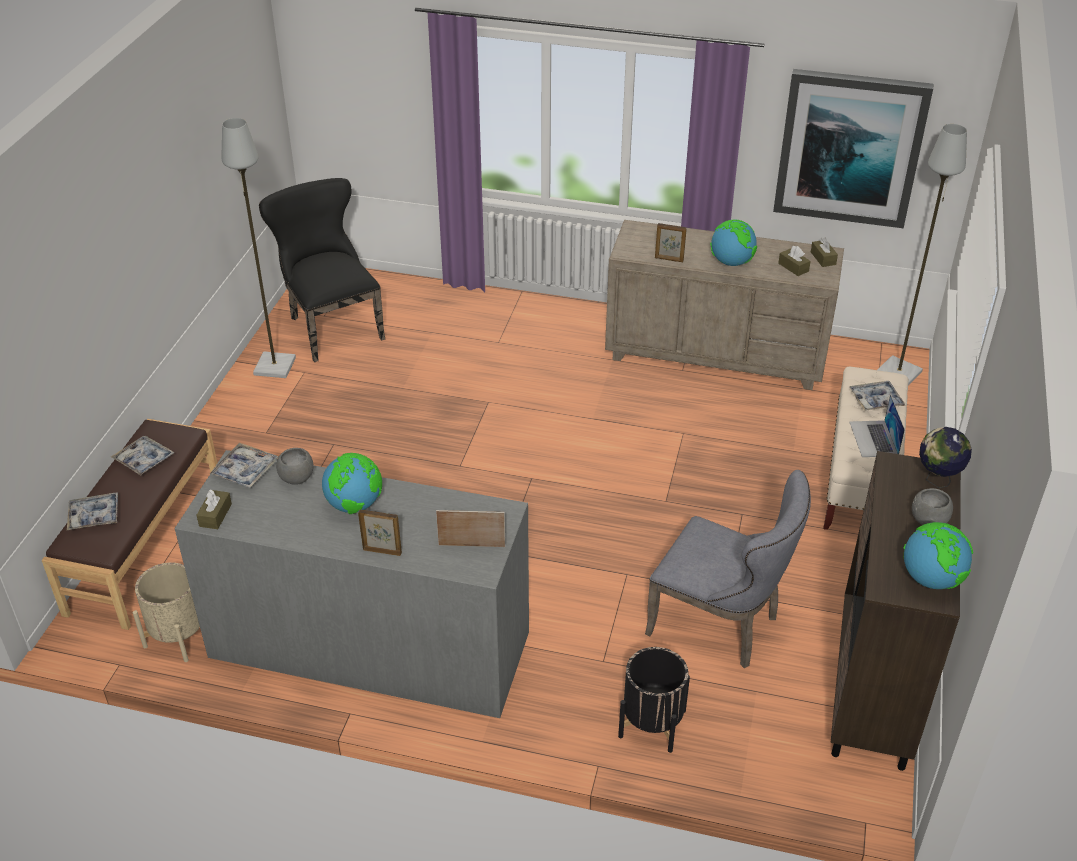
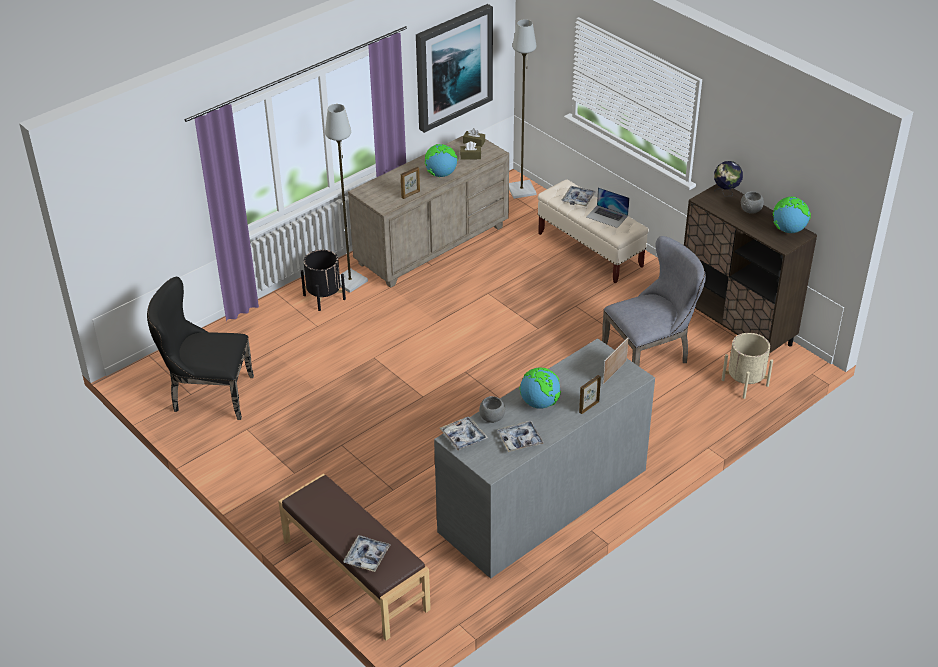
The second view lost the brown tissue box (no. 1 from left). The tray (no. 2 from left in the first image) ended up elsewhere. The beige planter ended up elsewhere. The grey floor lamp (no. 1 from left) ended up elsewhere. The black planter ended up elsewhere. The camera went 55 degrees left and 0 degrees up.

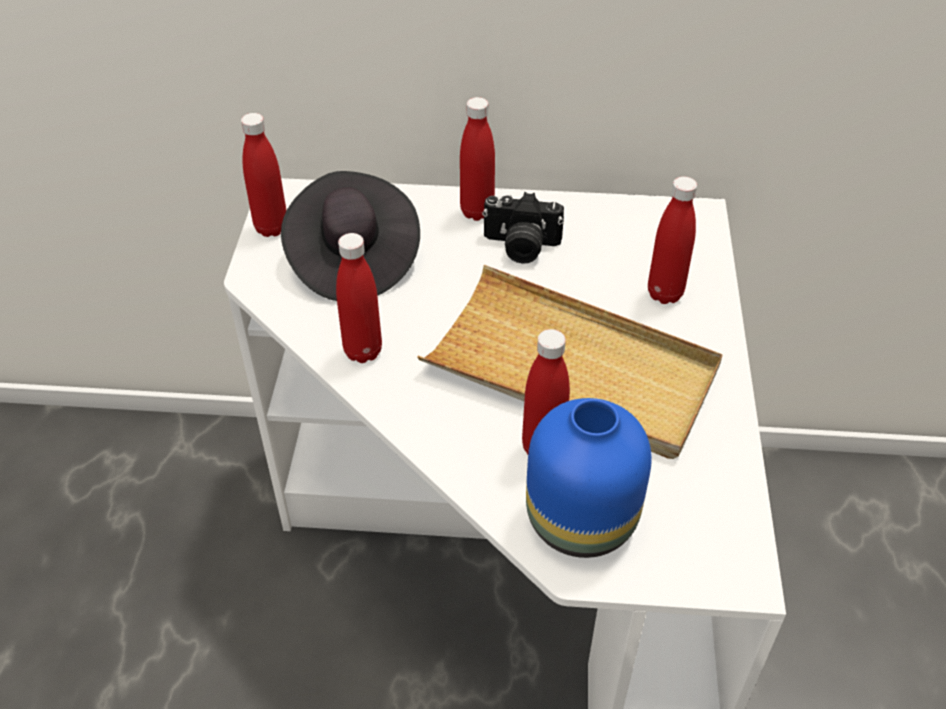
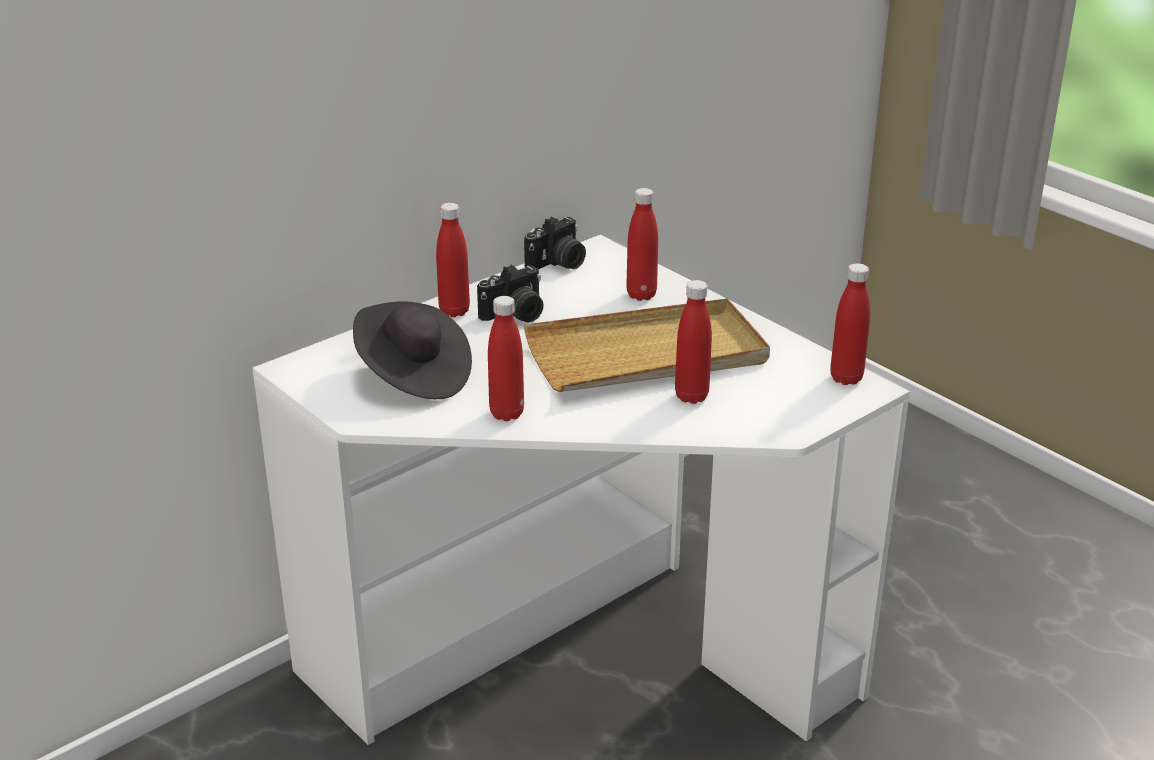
The second view lost the blue vase. The second view gained the photo camera (no. 2 from left). The red bottle (no. 1 from left in the first image) ended up elsewhere. The camera went 45 degrees left and 15 degrees down.

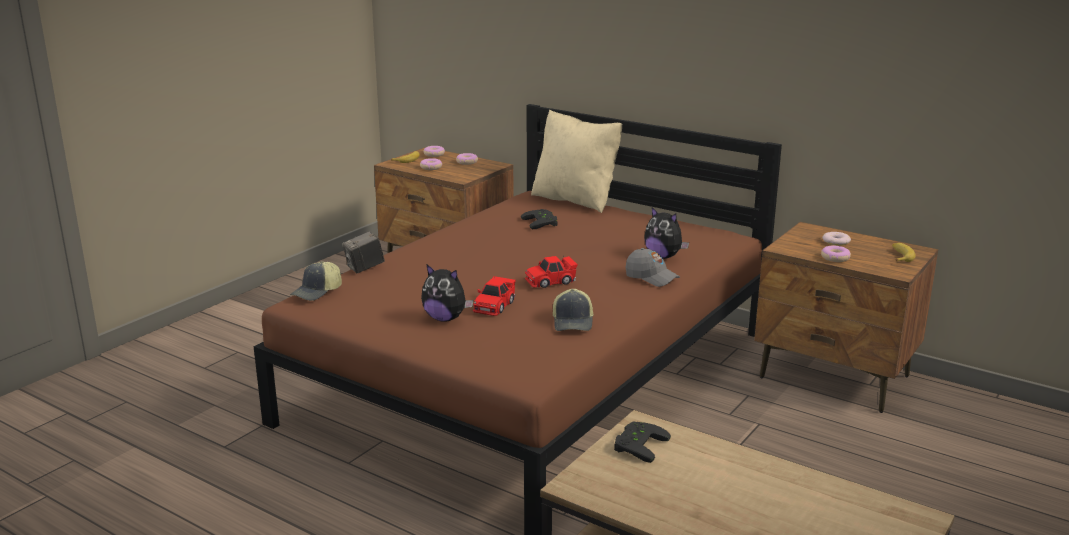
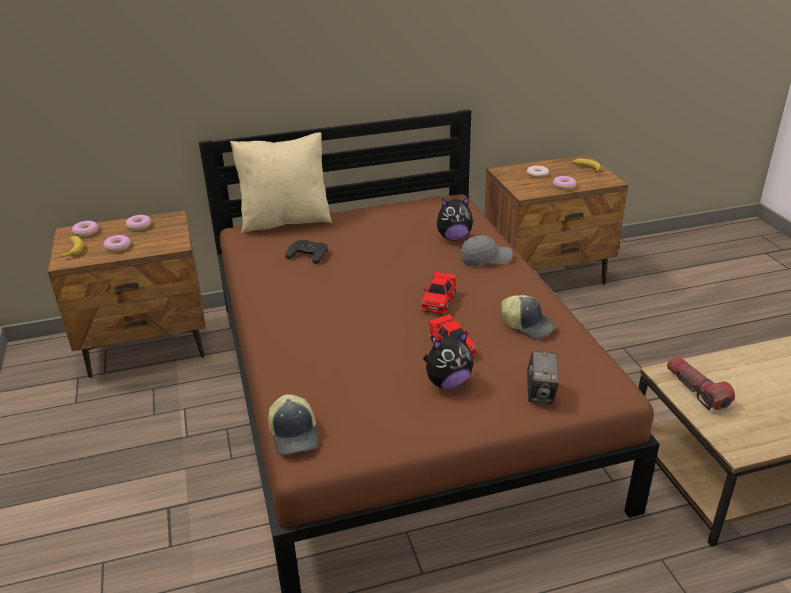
The photo camera ended up elsewhere. Where the black game controller (no. 2 from left) stood, the flashlight came to stand. The camera went 50 degrees left and 10 degrees up.

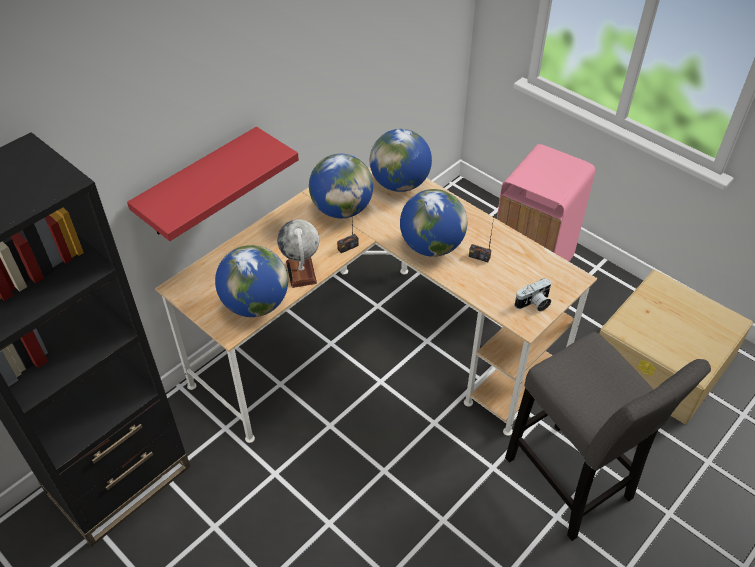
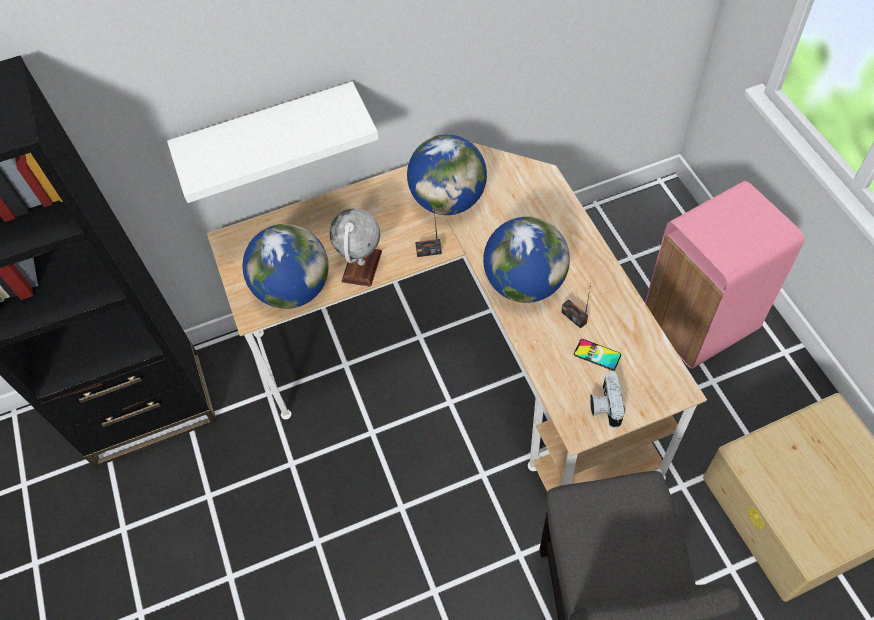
The second view lost the globe (no. 4 from left). The second view gained the phone. What was the red shelf turned into the white shelf. The photo camera ended up facing another way, 90 degrees clockwise from before. The camera went 30 degrees right and 10 degrees up.

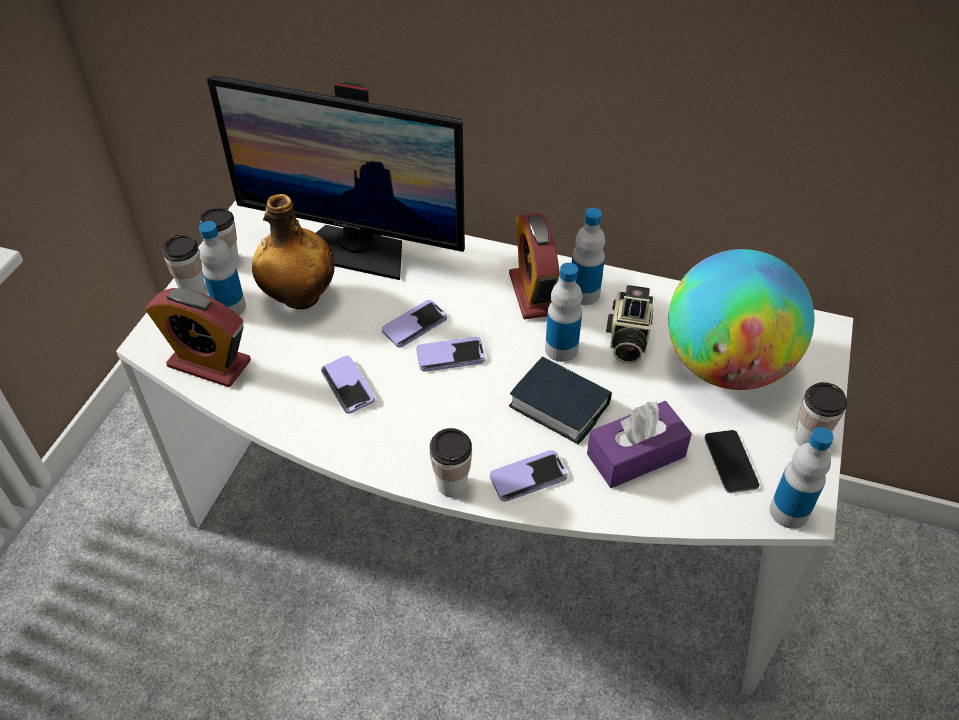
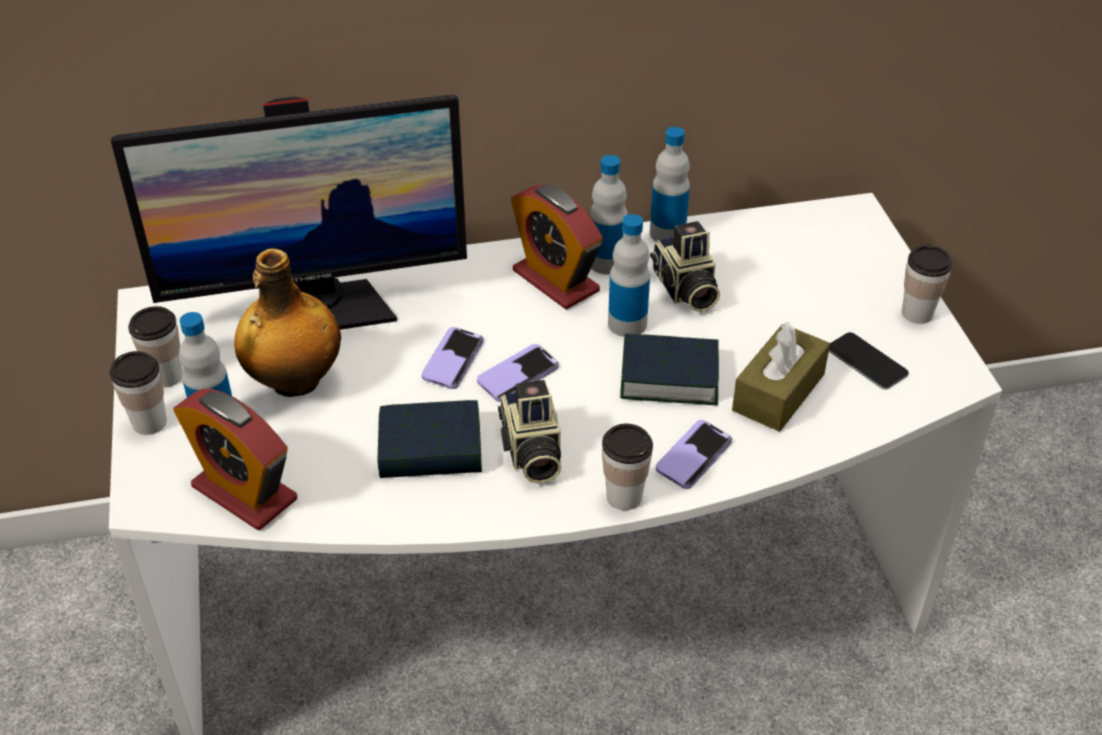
The second view lost the globe. The second view gained the photo camera (no. 1 from left). The bottle (no. 5 from left) ended up elsewhere. Where the phone (no. 1 from left) stood, the book (no. 1 from left) came to stand. What was the purple tissue box turned into the brown tissue box. The alarm clock (no. 1 from left) ended up facing another way, 45 degrees clockwise from before. The camera went 30 degrees left and 5 degrees down.

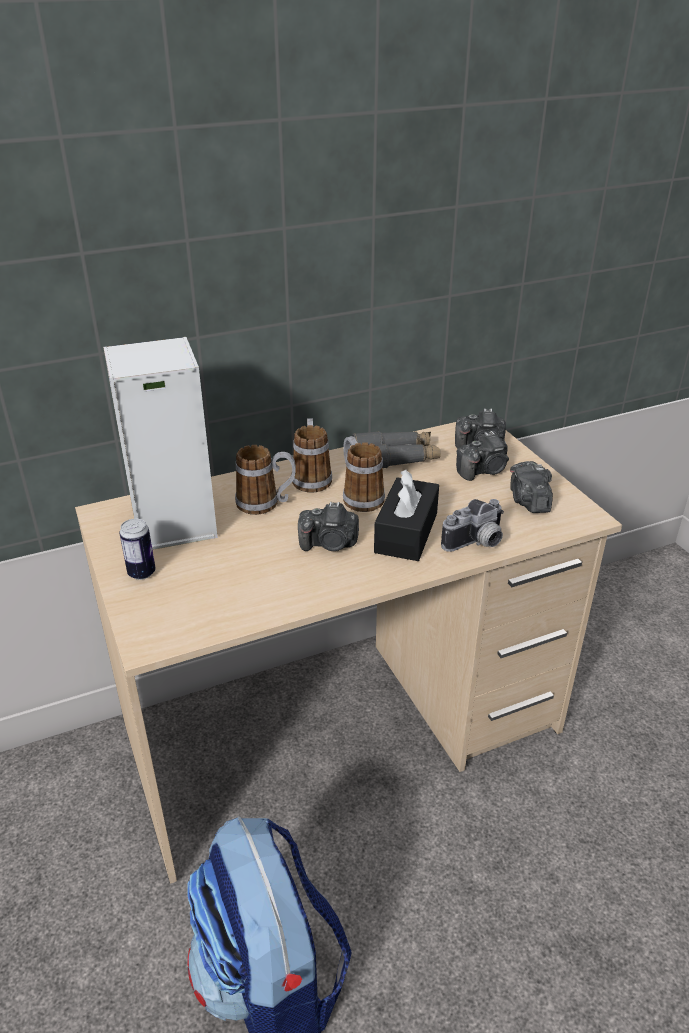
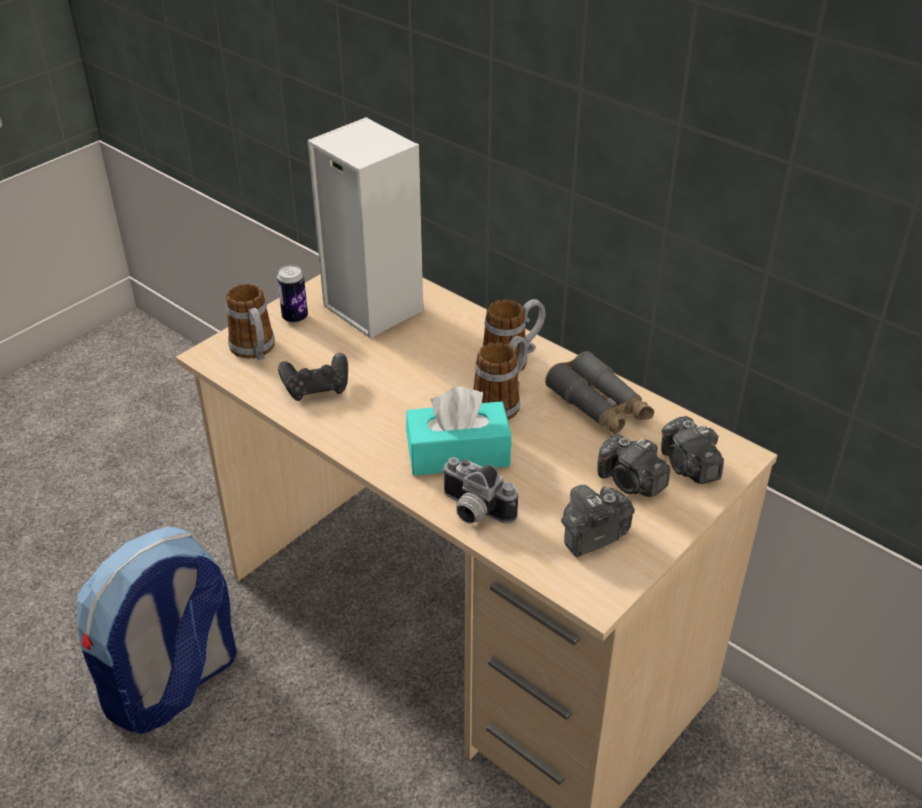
The second view lost the photo camera (no. 1 from left). The second view gained the black game controller. The mug (no. 1 from left) ended up elsewhere. What was the black tissue box turned into the turquoise tissue box. The camera went 65 degrees right and 5 degrees up.

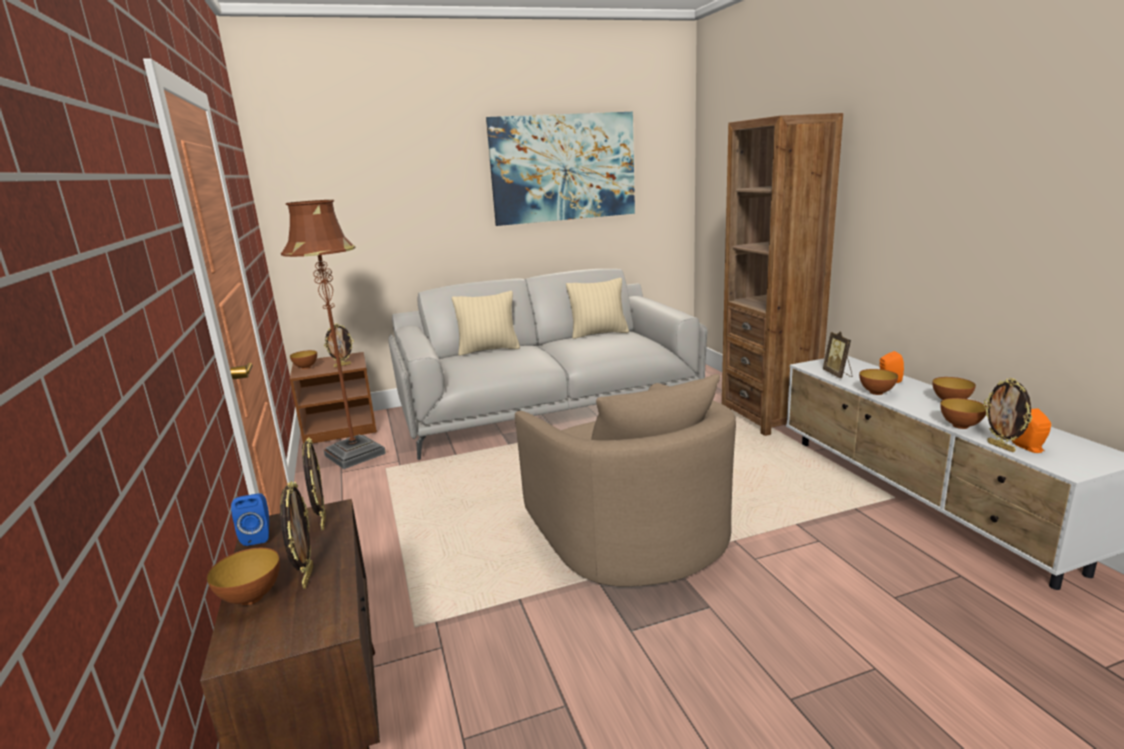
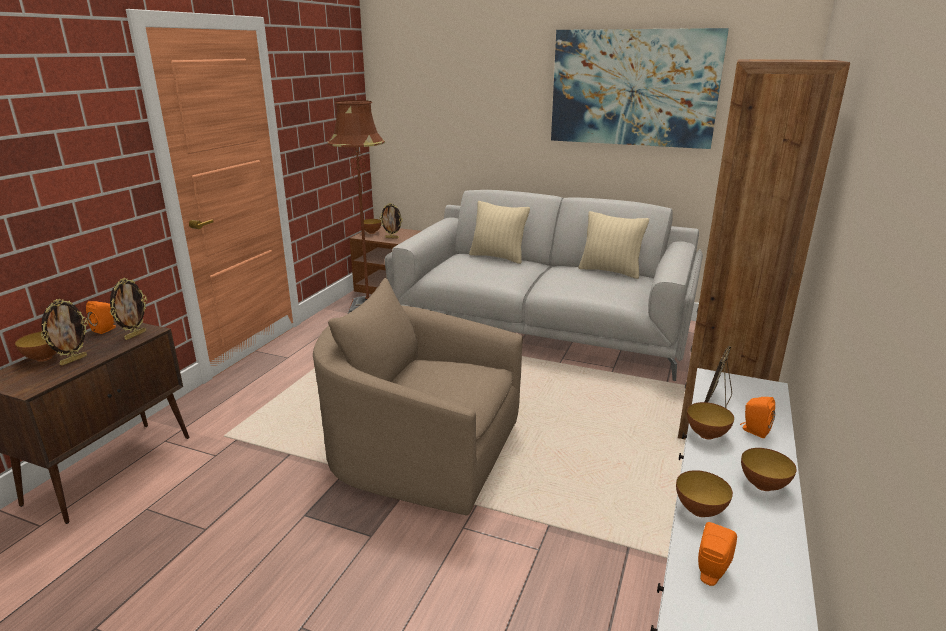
The second view lost the picture frame (no. 5 from left). What was the blue speaker turned into the orange speaker (no. 1 from left). The beige armchair ended up facing another way, 90 degrees clockwise from before. The camera went 40 degrees right and 5 degrees up.

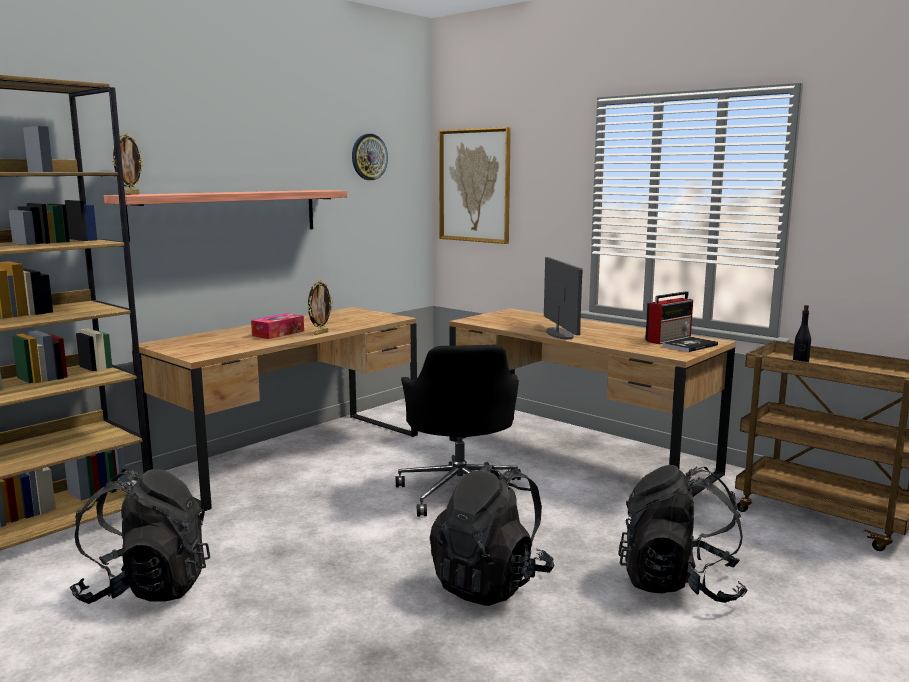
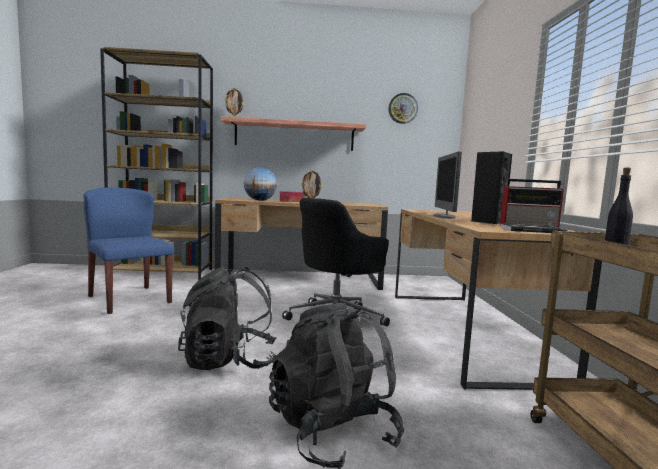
The second view lost the picture. The second view gained the globe. The second view gained the black speaker. Where the black backpack (no. 1 from left) stood, the blue chair came to stand. The monitor ended up facing another way, 150 degrees clockwise from before. The camera went 45 degrees right and 5 degrees down.

